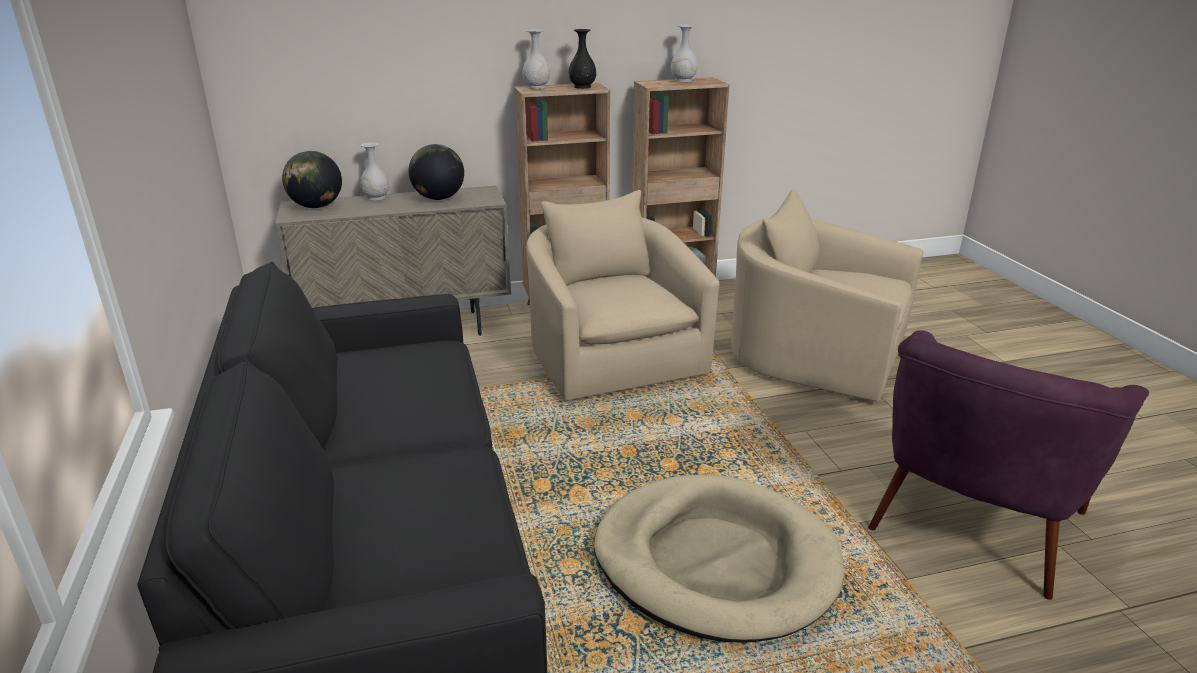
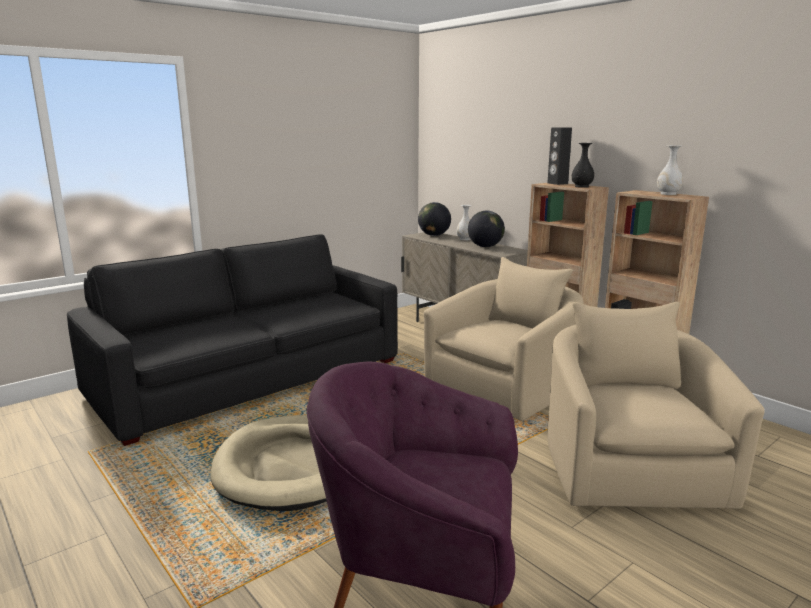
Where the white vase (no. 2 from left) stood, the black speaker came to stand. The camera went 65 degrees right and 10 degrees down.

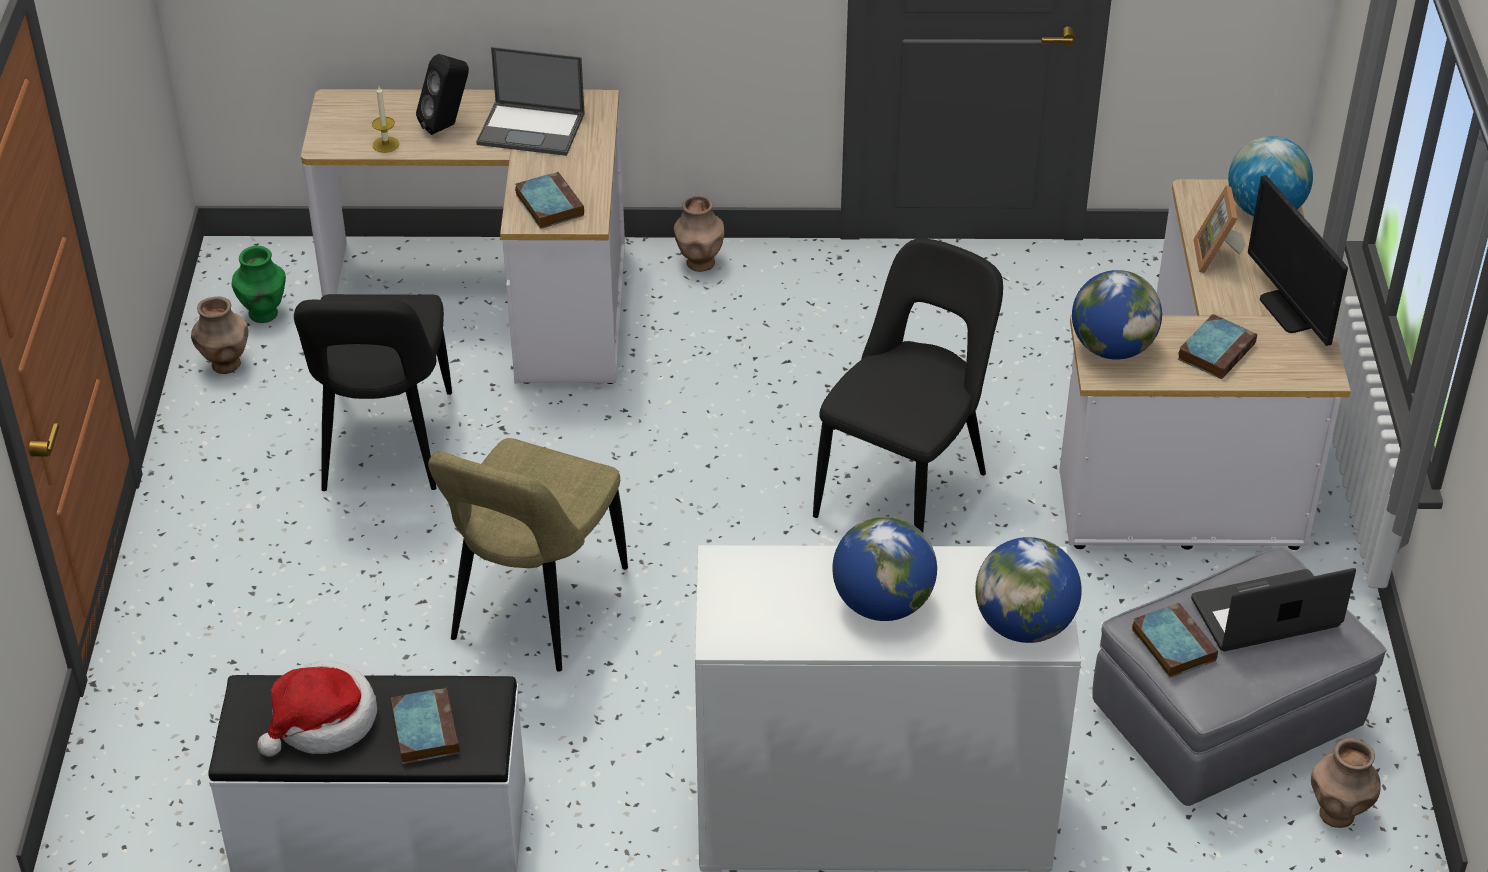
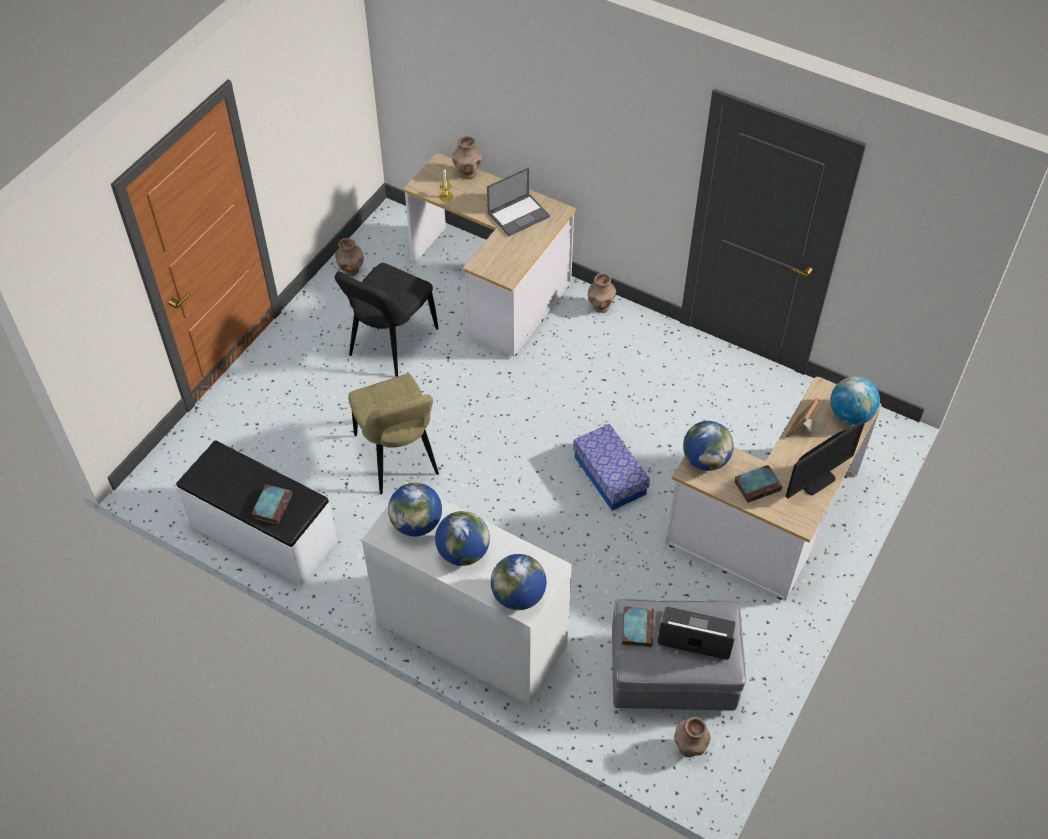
The second view lost the green vase. The second view lost the hat. The second view lost the black speaker. The second view lost the book (no. 2 from left). The second view gained the globe (no. 1 from left). The second view gained the brown vase (no. 2 from left). Where the black chair (no. 2 from left) stood, the storage box came to stand. The beige chair ended up facing another way, 75 degrees counterclockwise from before. The laptop (no. 1 from left) ended up facing another way, 75 degrees counterclockwise from before. The monitor ended up facing another way, 135 degrees counterclockwise from before. The camera went 30 degrees right and 10 degrees up.

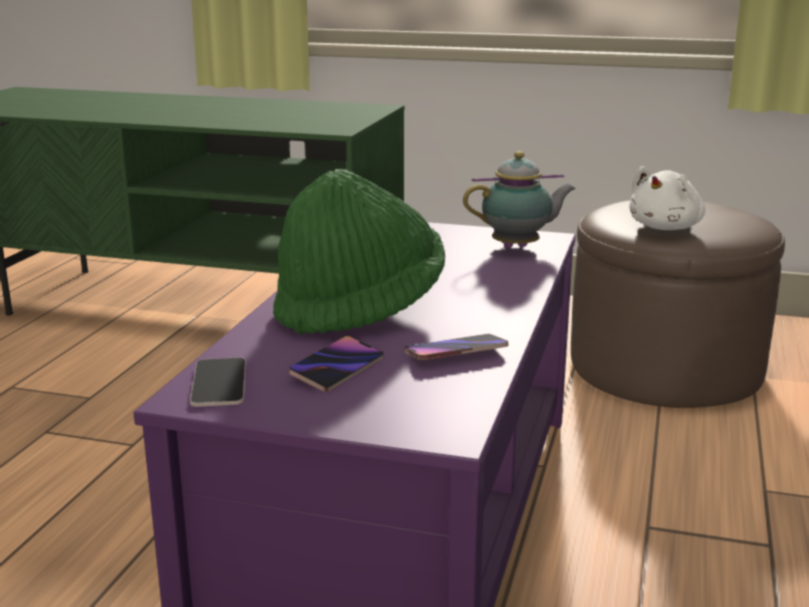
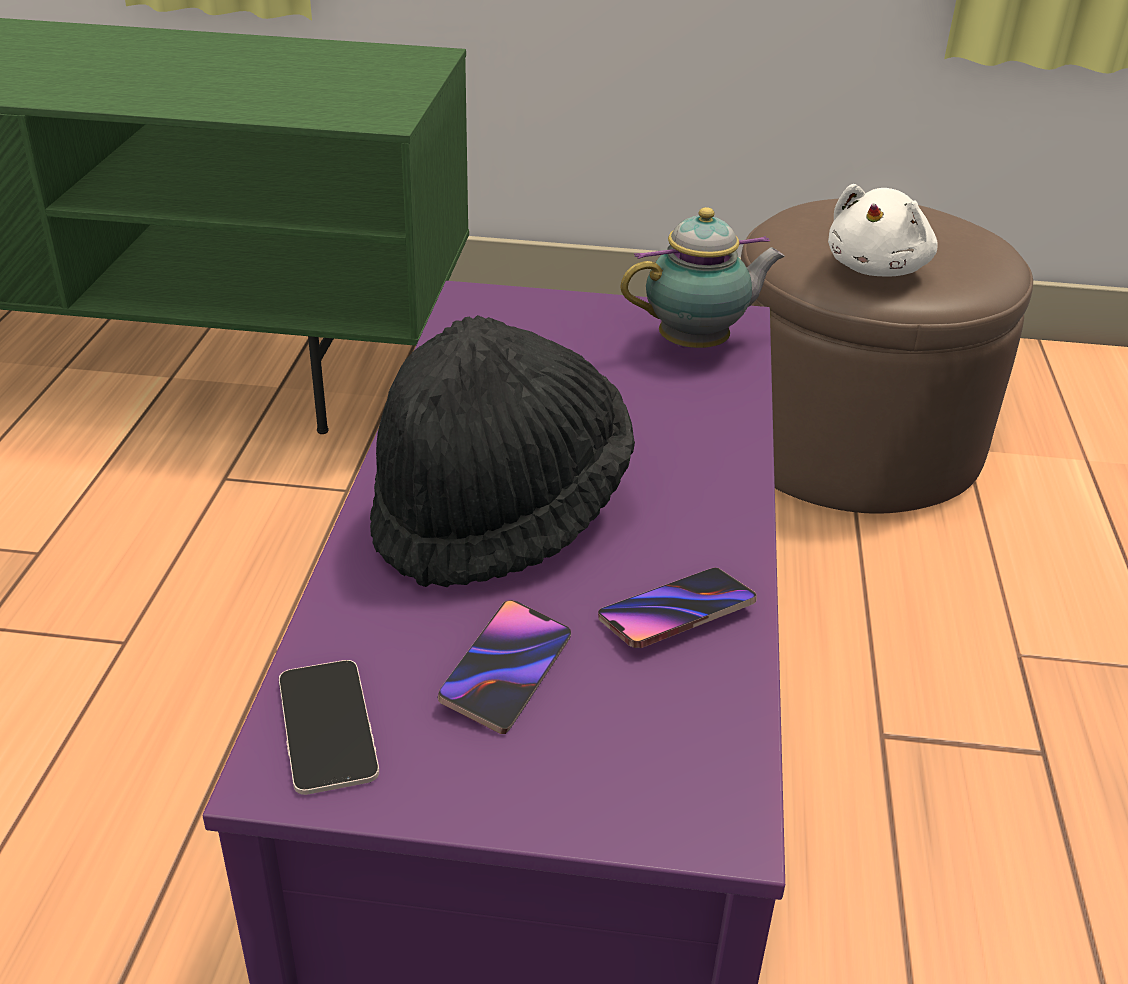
What was the green hat turned into the black hat. The camera went 10 degrees left and 15 degrees up.

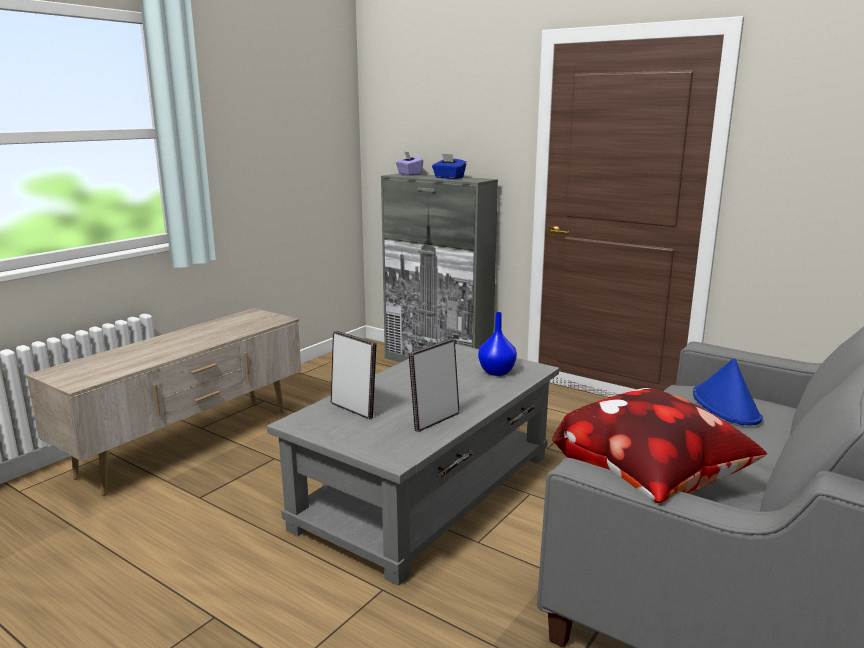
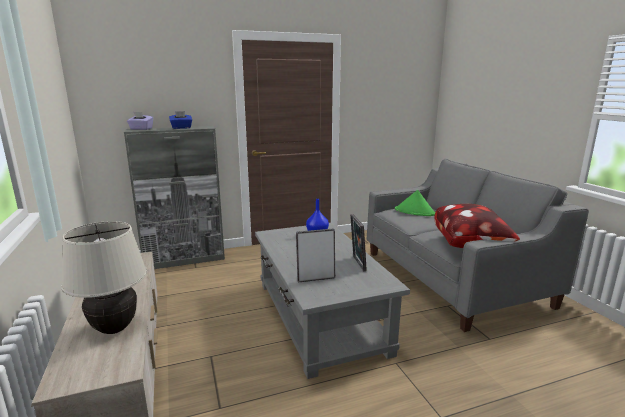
The second view gained the beige table lamp. What was the blue hat turned into the green hat. The camera went 55 degrees left and 0 degrees up.

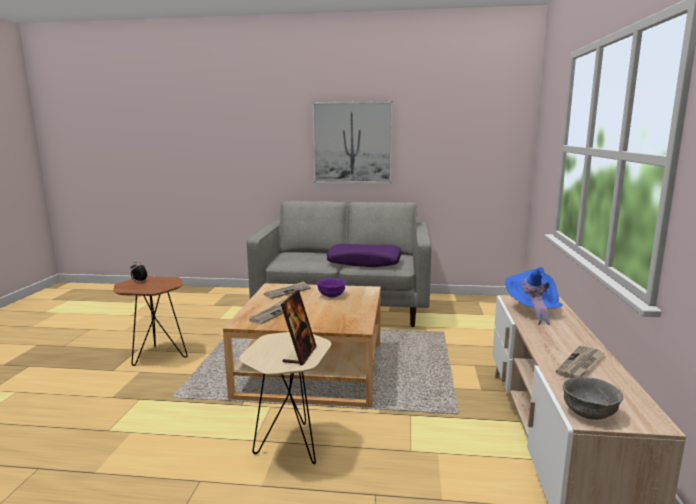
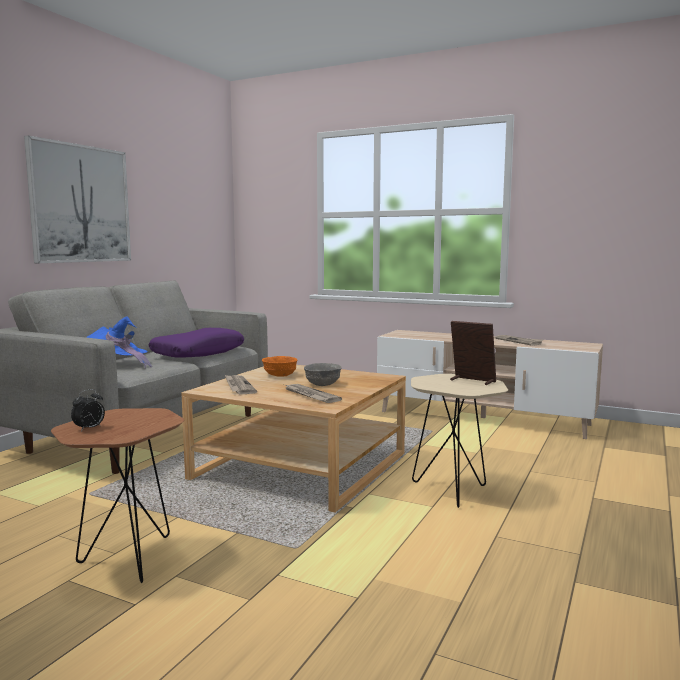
The blue hat ended up elsewhere. The grey bowl ended up elsewhere. What was the purple bowl turned into the orange bowl. The camera went 70 degrees left and 5 degrees down.

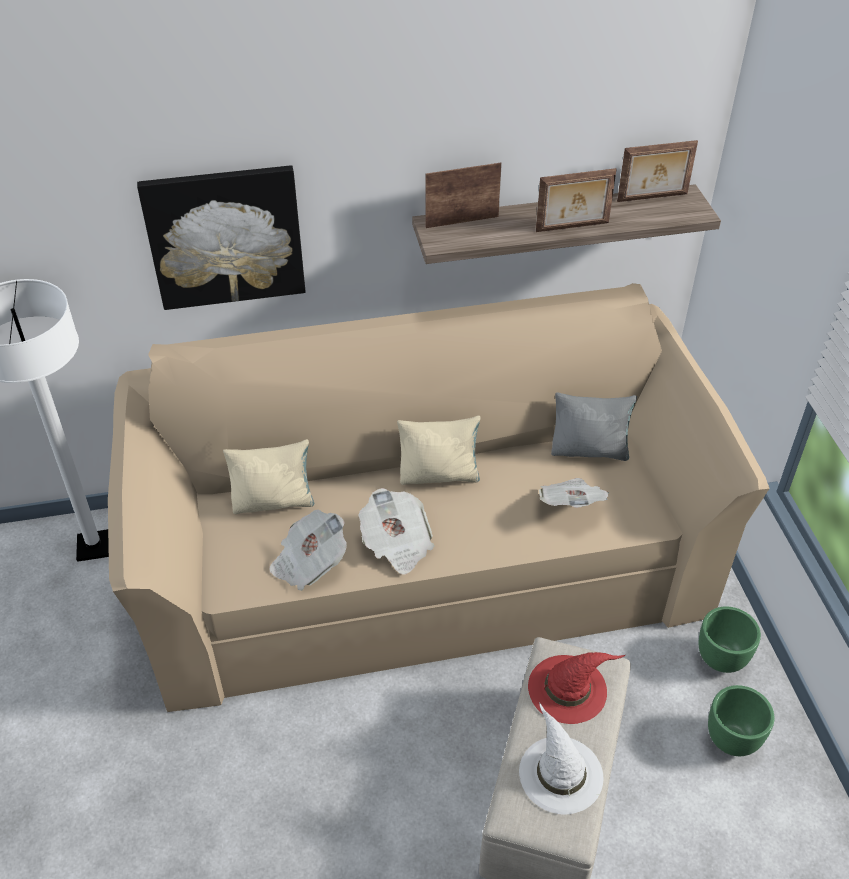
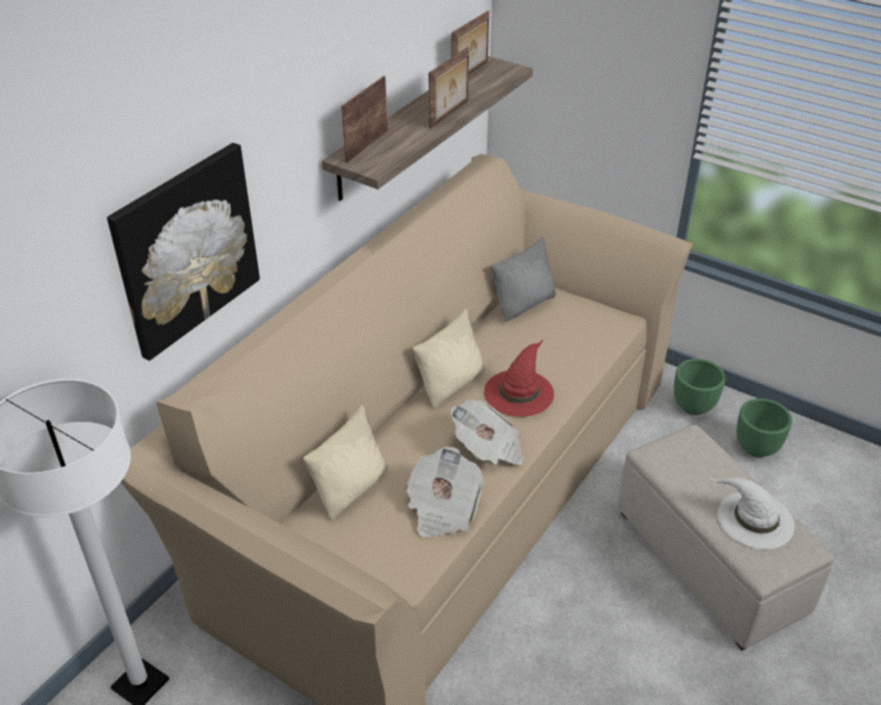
The second view lost the newspaper (no. 3 from left). The red hat ended up elsewhere. The camera went 45 degrees left and 5 degrees down.

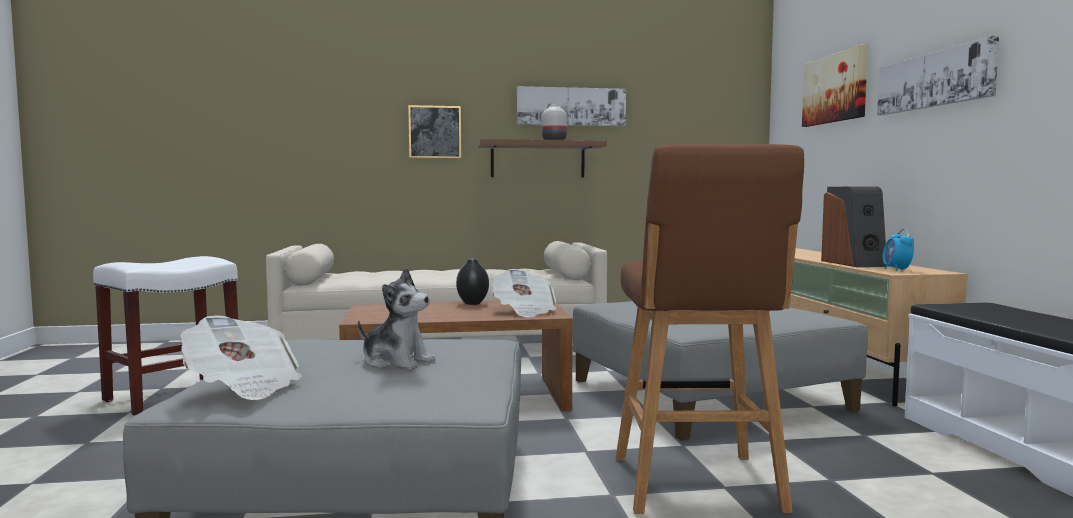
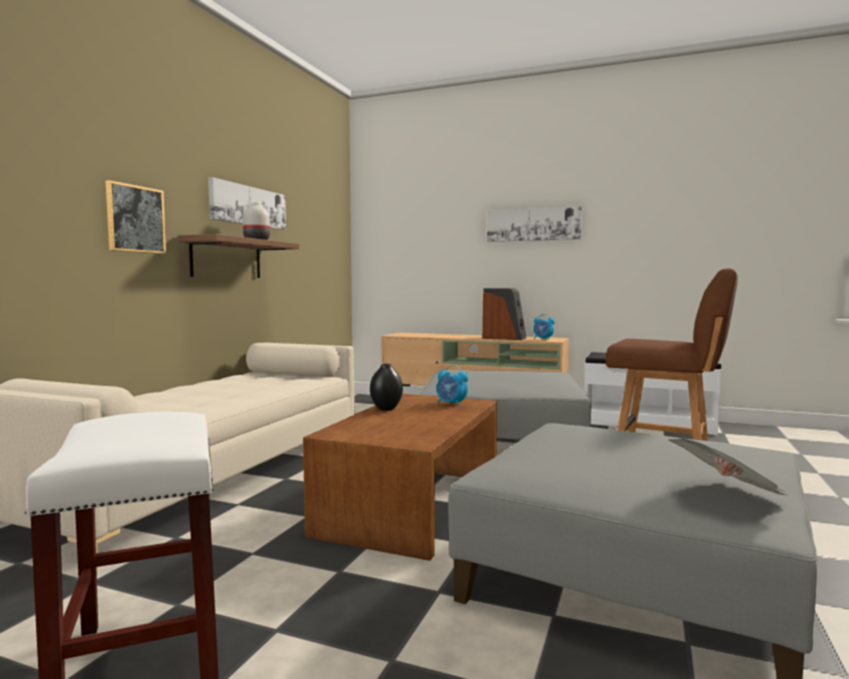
The second view lost the plush toy. The second view lost the picture (no. 3 from left). Where the newspaper (no. 2 from left) stood, the alarm clock (no. 1 from left) came to stand. The camera went 60 degrees left and 0 degrees up.

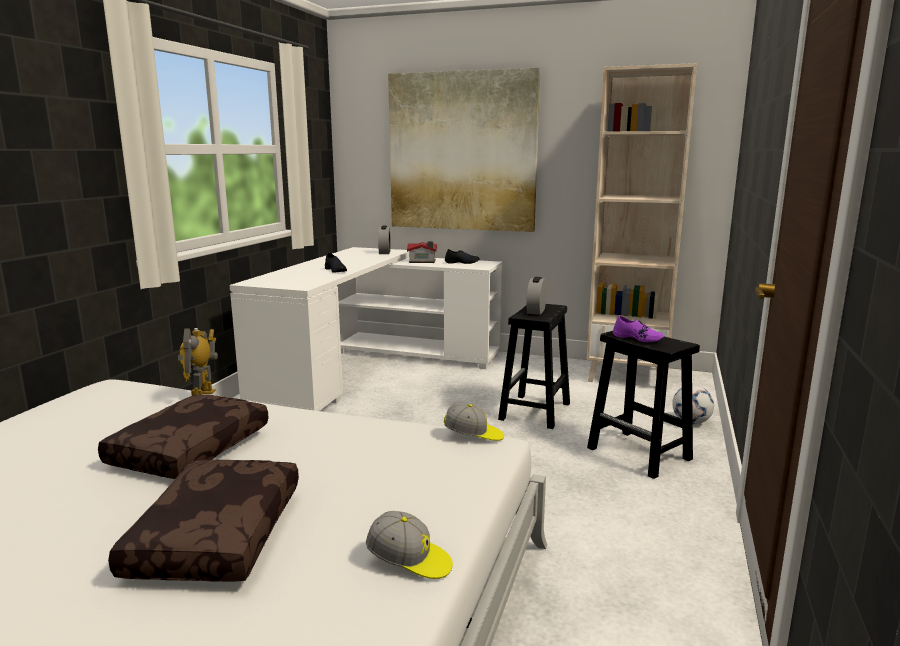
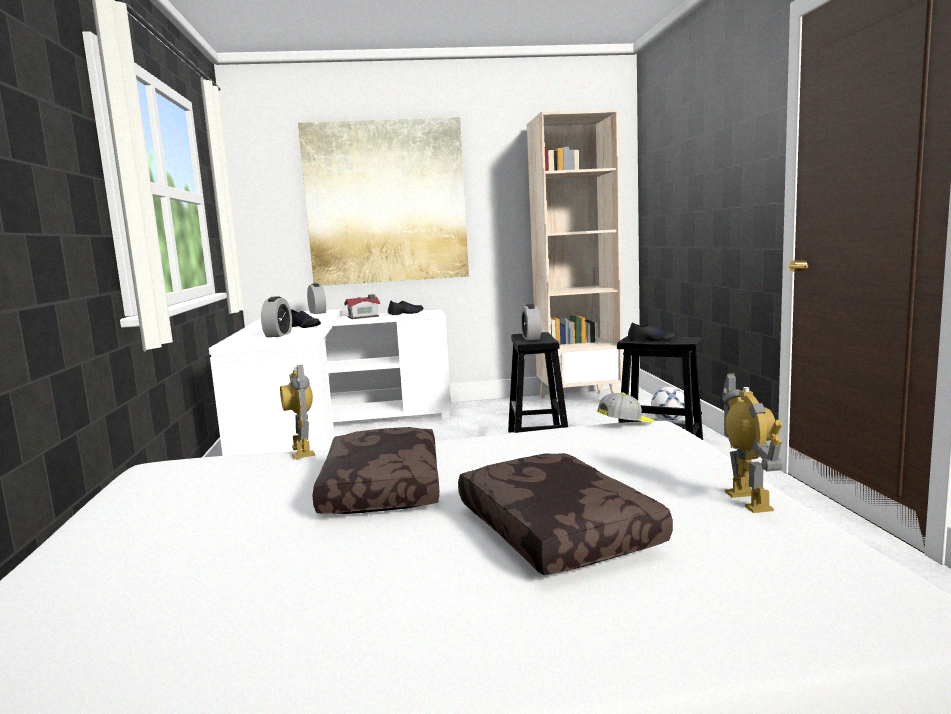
The second view gained the alarm clock (no. 1 from left). Where the cap (no. 1 from left) stood, the toy robot (no. 2 from left) came to stand. What was the purple shoe turned into the black shoe (no. 3 from left). The camera went 25 degrees left and 5 degrees down.

